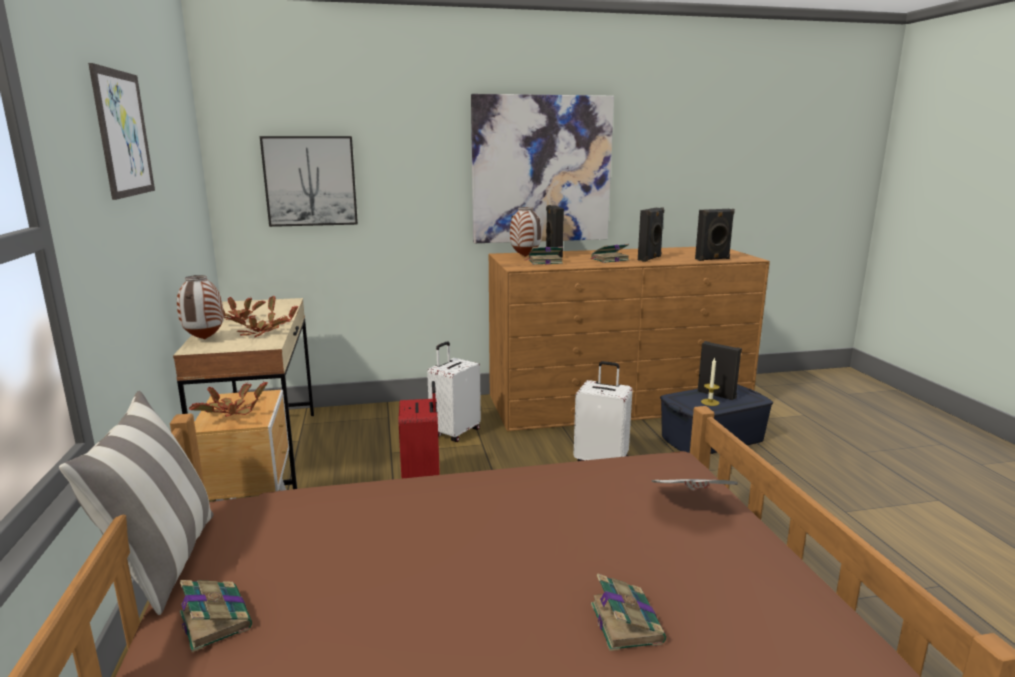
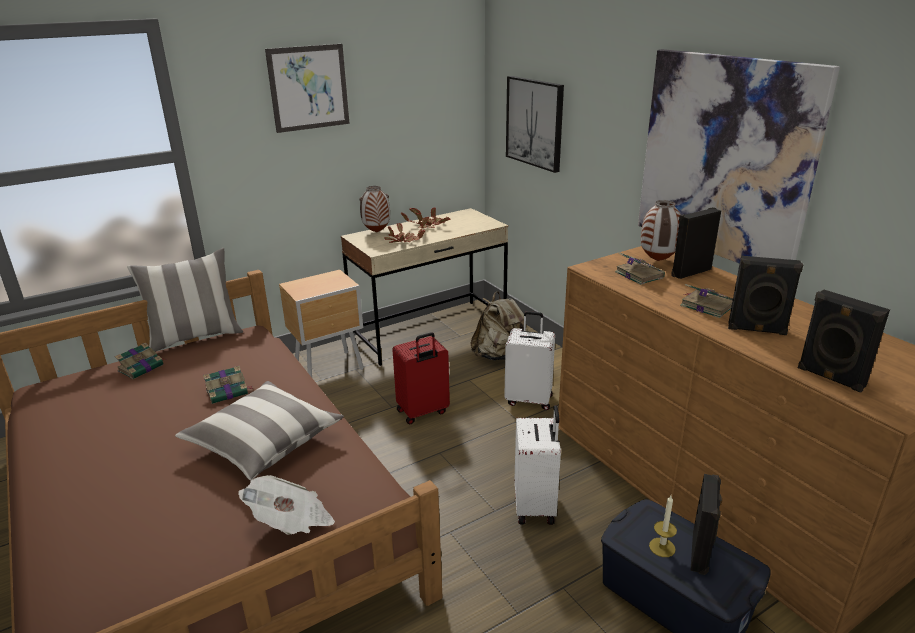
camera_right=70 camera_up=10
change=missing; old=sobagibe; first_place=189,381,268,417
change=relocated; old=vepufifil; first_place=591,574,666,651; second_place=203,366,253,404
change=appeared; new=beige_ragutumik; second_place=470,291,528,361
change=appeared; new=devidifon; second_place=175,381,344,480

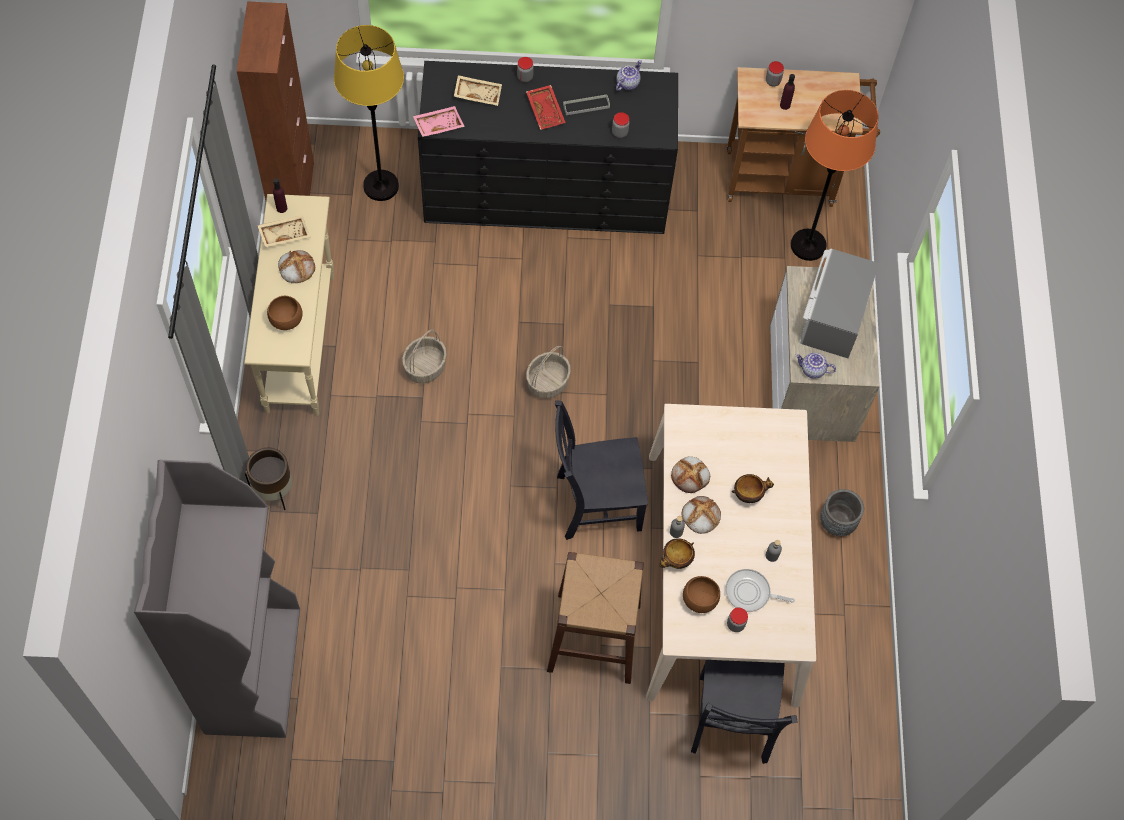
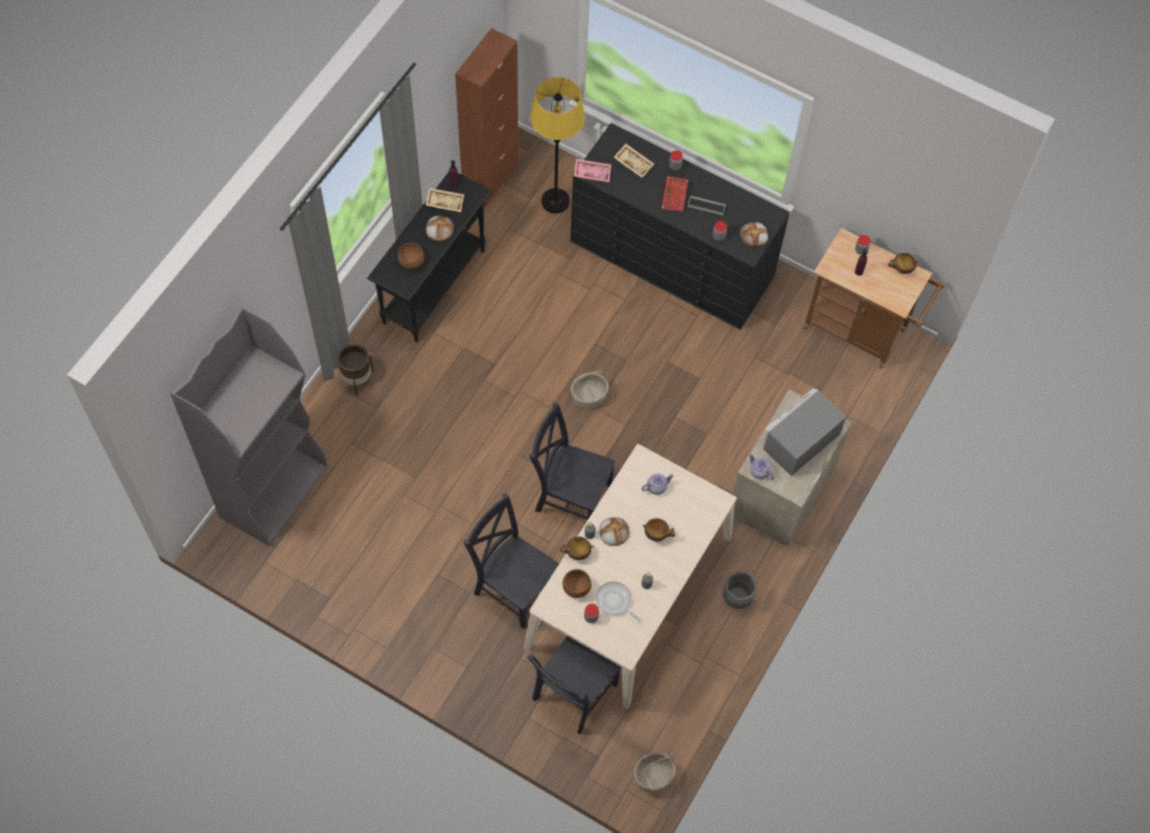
camera_right=30 camera_up=0
change=relocated; old=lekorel; first_place=616,60,642,91; second_place=642,474,674,495
change=missing; old=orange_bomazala; first_place=791,90,879,261
change=colour; old=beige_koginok; new=black_koginok; first_place=244,194,334,416; second_place=367,172,492,342
change=relocated; old=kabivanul; first_place=402,329,447,384; second_place=634,752,676,793
change=relocated; old=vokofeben; first_place=671,457,710,493; second_place=740,222,768,247
change=exchanged; old=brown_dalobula; new=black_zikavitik; first_place=547,552,644,684; second_place=463,493,559,629
change=appeared; new=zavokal; second_place=888,253,919,274

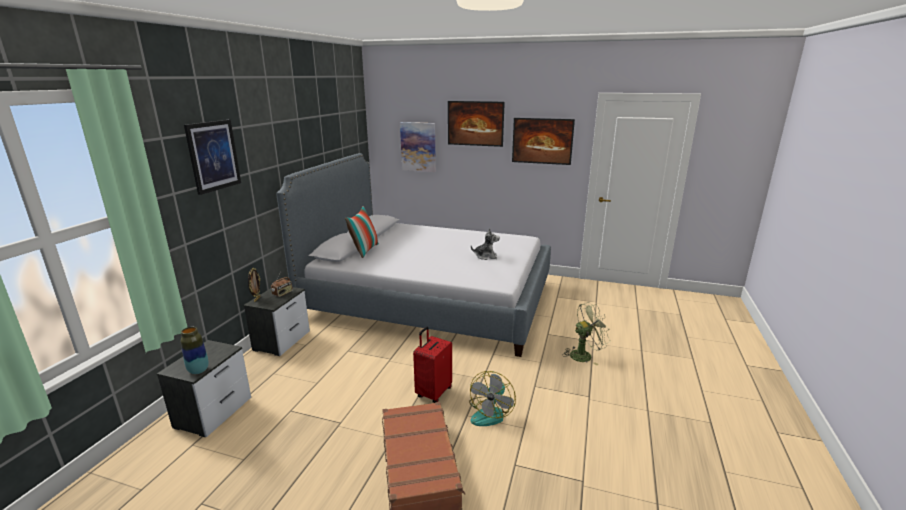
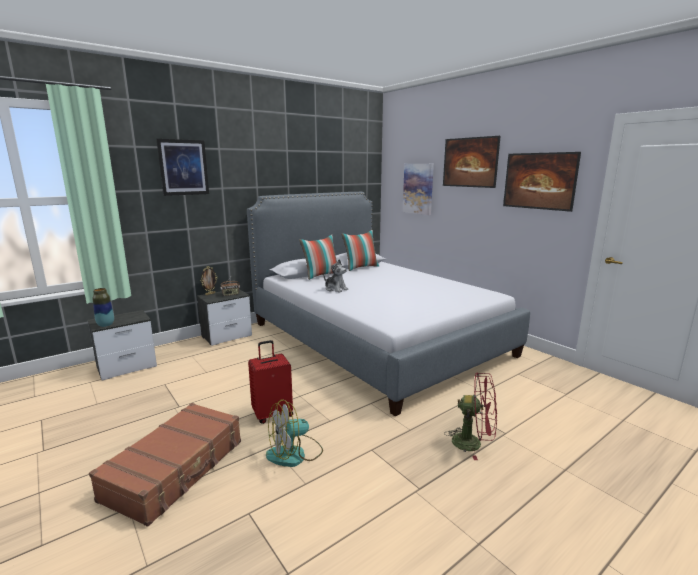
camera_right=35 camera_up=-5
change=relocated; old=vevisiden; first_place=471,228,500,260; second_place=324,259,348,293
change=colour; old=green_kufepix; new=red_kufepix; first_place=562,302,611,365; second_place=444,373,497,460
change=appeared; new=devidifon; second_place=341,230,379,271

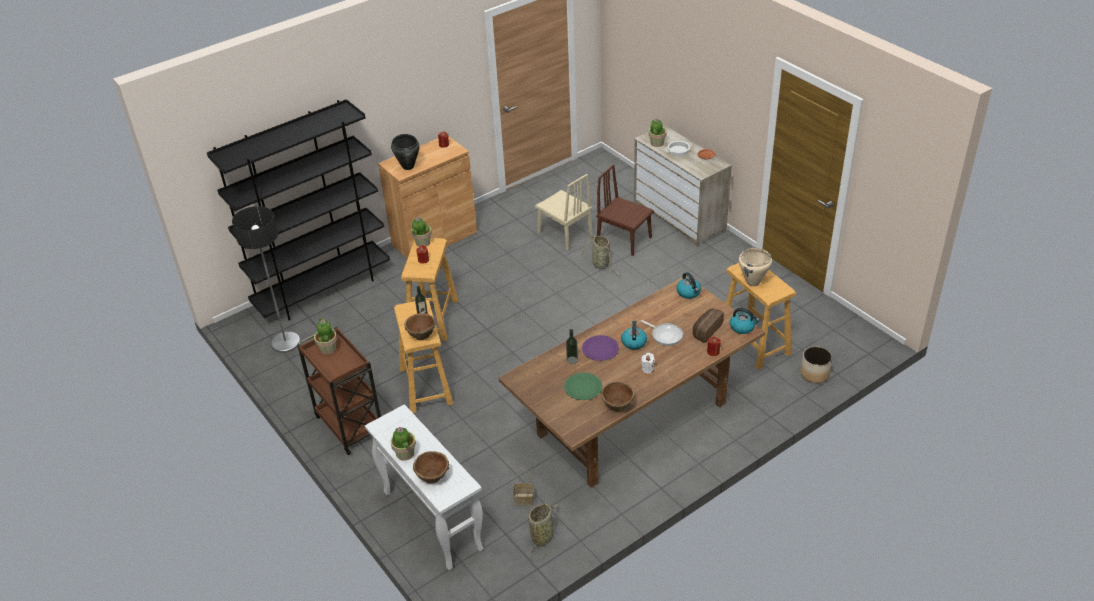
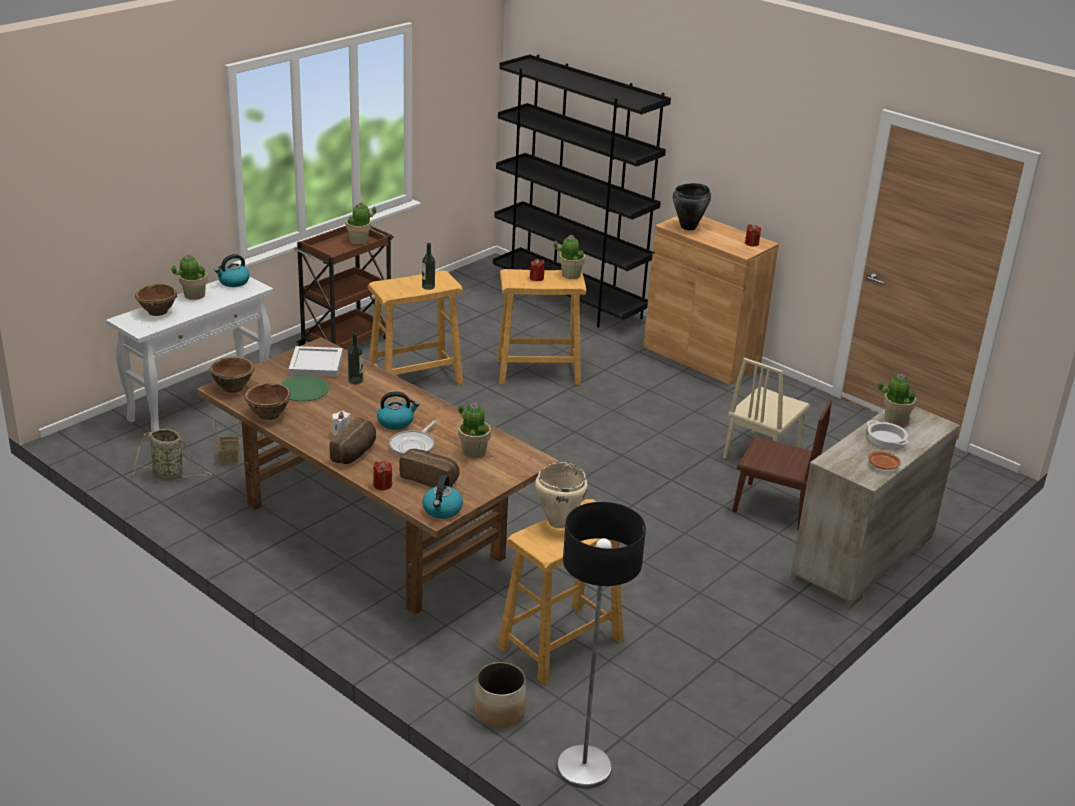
camera_right=75 camera_up=-10
change=spun; old=brown_zikavitik; first_place=596,164,654,256; second_place=732,400,832,530; degrees=90
change=relocated; old=bomazala; first_place=232,206,300,353; second_place=556,502,646,789
change=missing; old=kabivanul; first_place=580,235,619,275
change=relocated; old=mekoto; first_place=676,272,701,299; second_place=215,254,250,287
change=relocated; old=brown_zavokal; first_place=405,313,436,340; second_place=209,357,255,393
change=missing; old=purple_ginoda; first_place=582,335,619,361
change=appeared; new=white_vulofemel; second_place=289,346,343,377
change=appeared; new=sobagibe; second_place=458,402,491,458
change=appeared; new=vokofeben; second_place=330,417,376,464

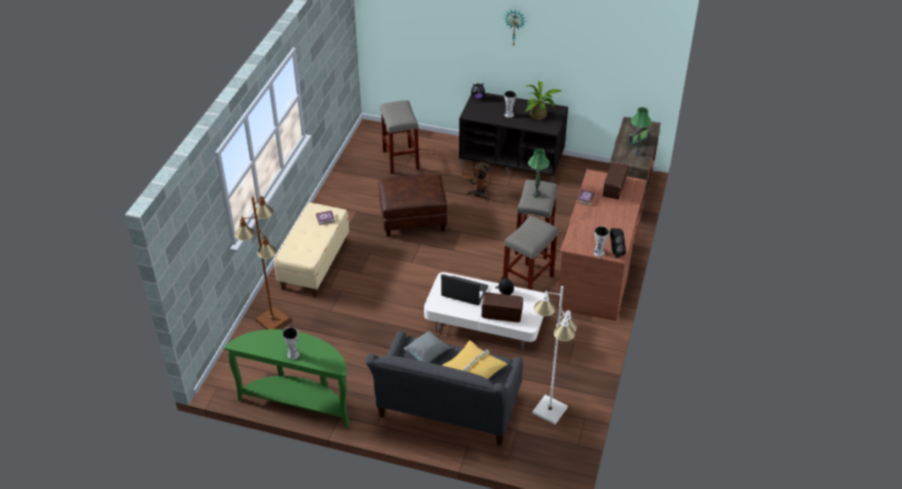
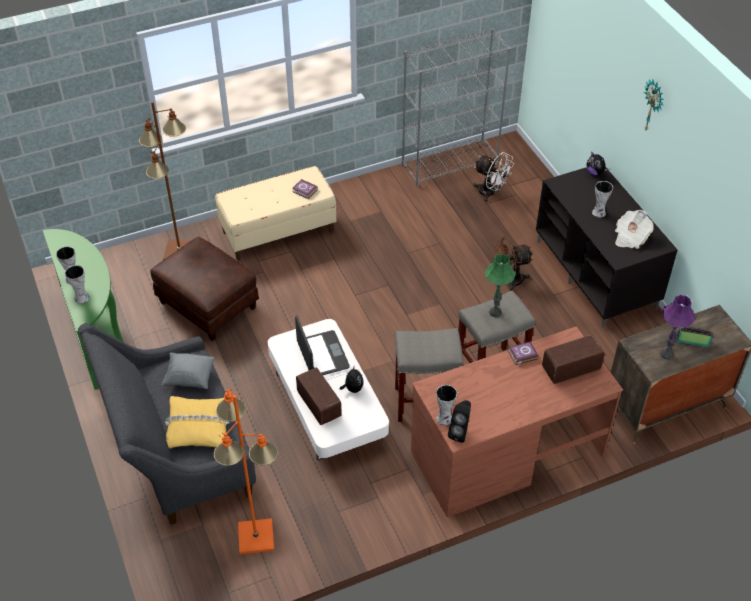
camera_right=50 camera_up=5
change=exchanged; old=sobagibe; new=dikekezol; first_place=525,82,561,120; second_place=615,210,654,249
change=exchanged; old=grey_dalobula; new=white_kufepix; first_place=380,100,419,174; second_place=473,152,514,202
change=colour; old=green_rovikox; new=purple_rovikox; first_place=631,107,652,156; second_place=660,295,695,359
change=relocated; old=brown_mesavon; first_place=378,174,447,237; second_place=150,237,259,341
change=colour; old=white_bomazala; new=orange_bomazala; first_place=532,286,577,424; second_place=214,388,278,554
change=appeared; new=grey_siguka; second_place=402,28,510,187
change=appeared; new=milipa; second_place=65,265,89,304

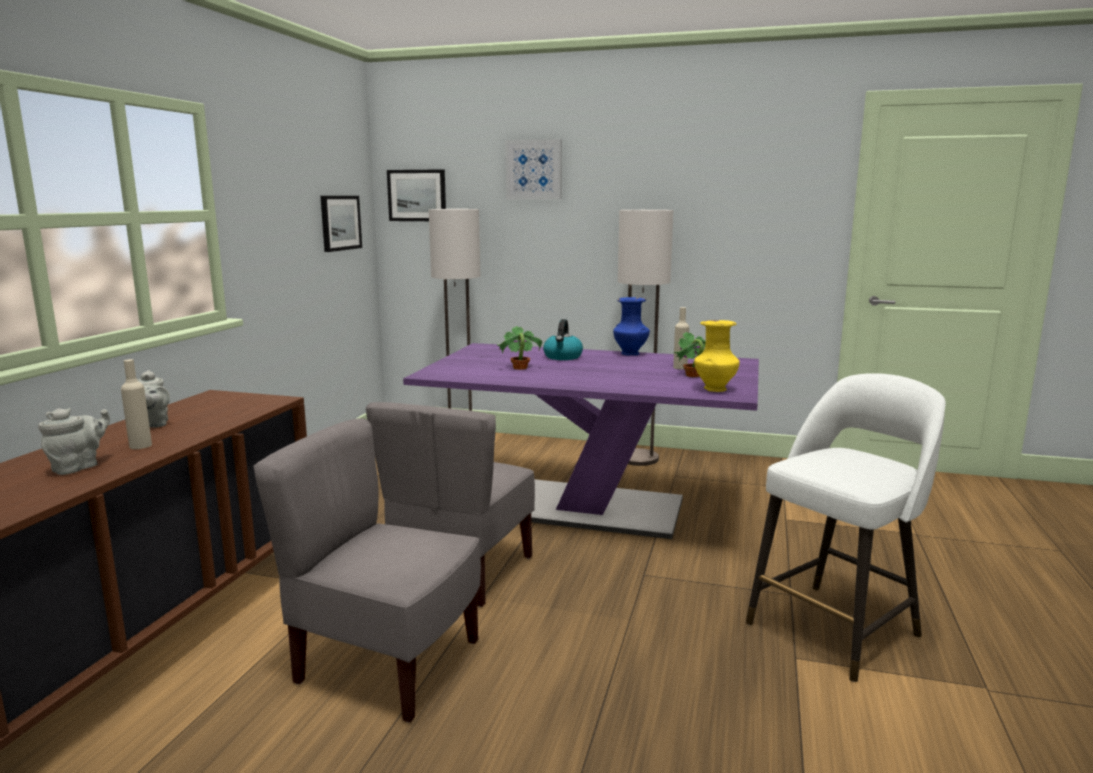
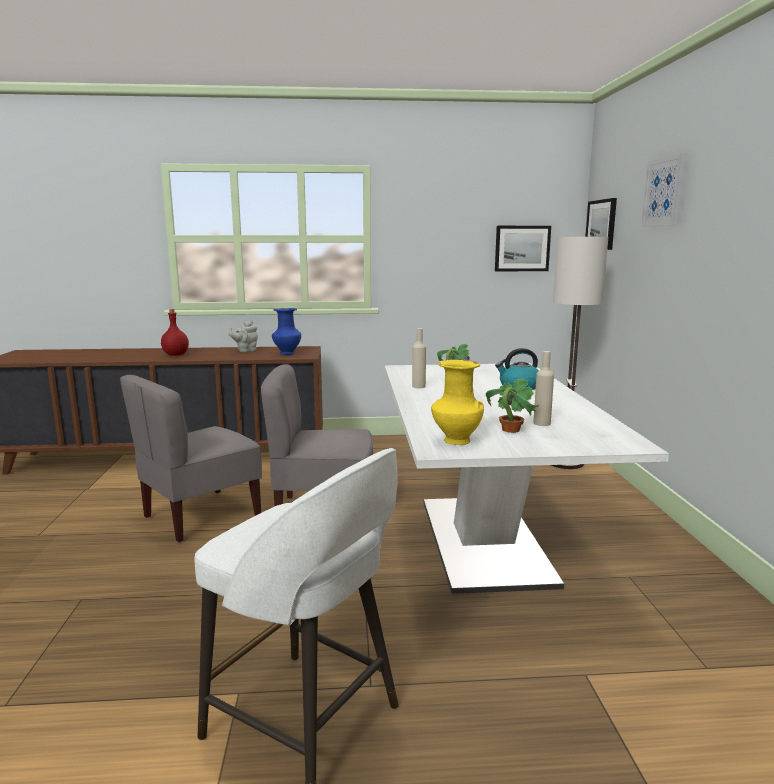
camera_right=70 camera_up=0
change=missing; old=bomazala; first_place=618,210,673,466
change=relocated; old=blue_milipa; first_place=613,297,650,356; second_place=272,308,301,355
change=colour; old=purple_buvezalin; new=white_buvezalin; first_place=403,343,759,539; second_place=385,363,669,594
change=relocated; old=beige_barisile; first_place=121,359,152,449; second_place=412,328,426,388
change=exchanged; old=grey_lekorel; new=red_barisile; first_place=38,408,110,475; second_place=161,309,189,356
change=spun; old=grey_zikavitik; first_place=253,418,481,723; second_place=120,375,262,543; degrees=-135

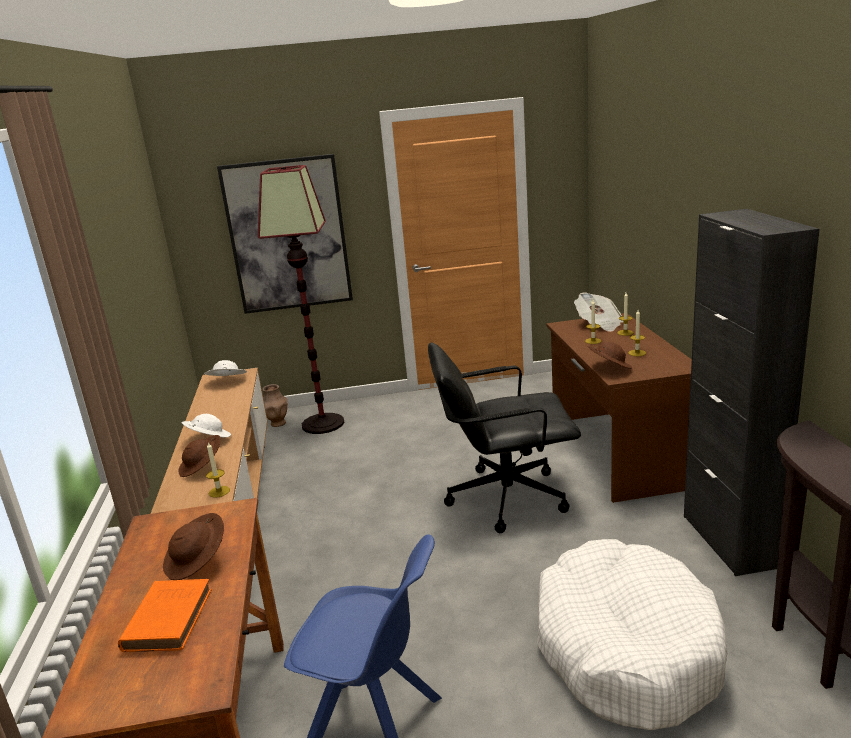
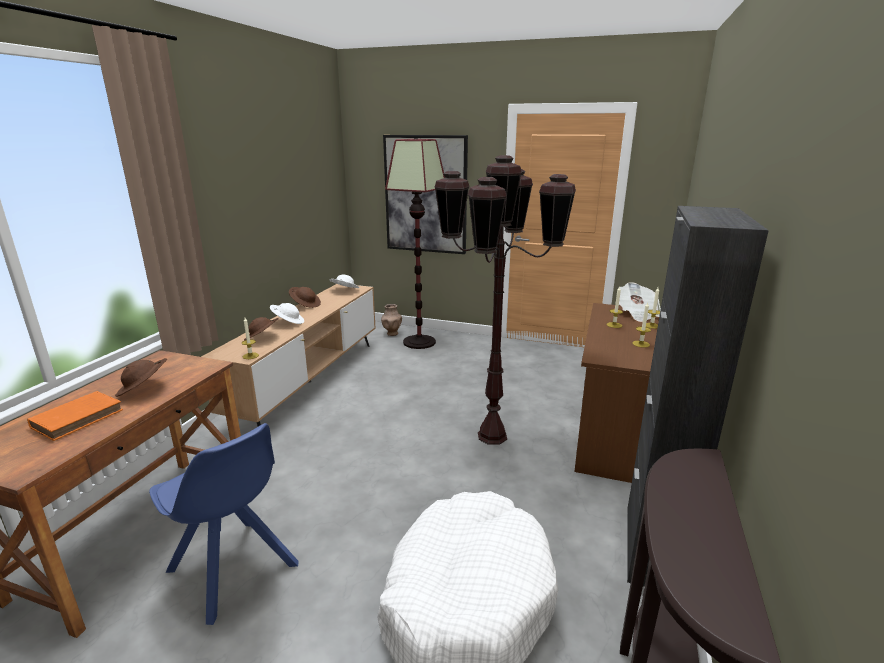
camera_right=25 camera_up=0
change=relocated; old=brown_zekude; first_place=587,342,632,369; second_place=289,287,321,308
change=exchanged; old=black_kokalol; new=brown_bomazala; first_place=428,343,581,533; second_place=434,155,576,445

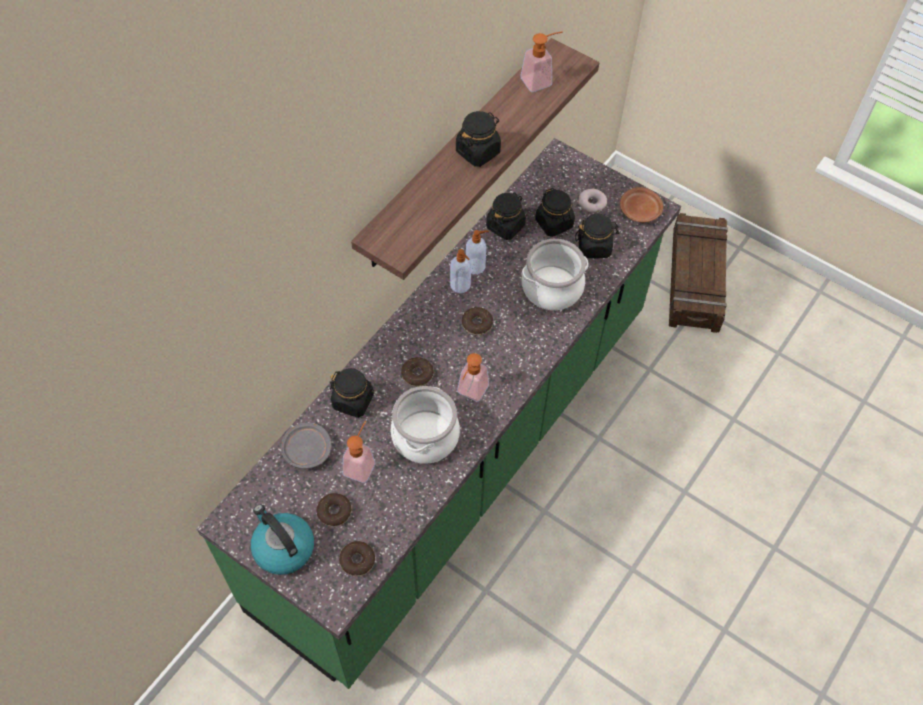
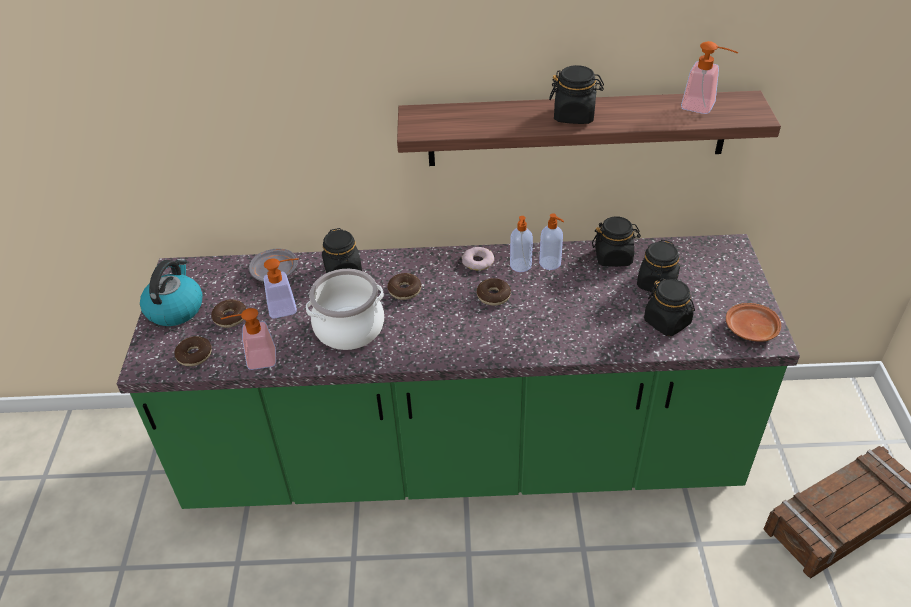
camera_right=55 camera_up=-15
change=relocated; old=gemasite; first_place=578,189,607,213; second_place=462,247,494,270
change=missing; old=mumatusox; first_place=522,239,588,310
change=relocated; old=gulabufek; first_place=457,353,489,402; second_place=221,308,276,370

